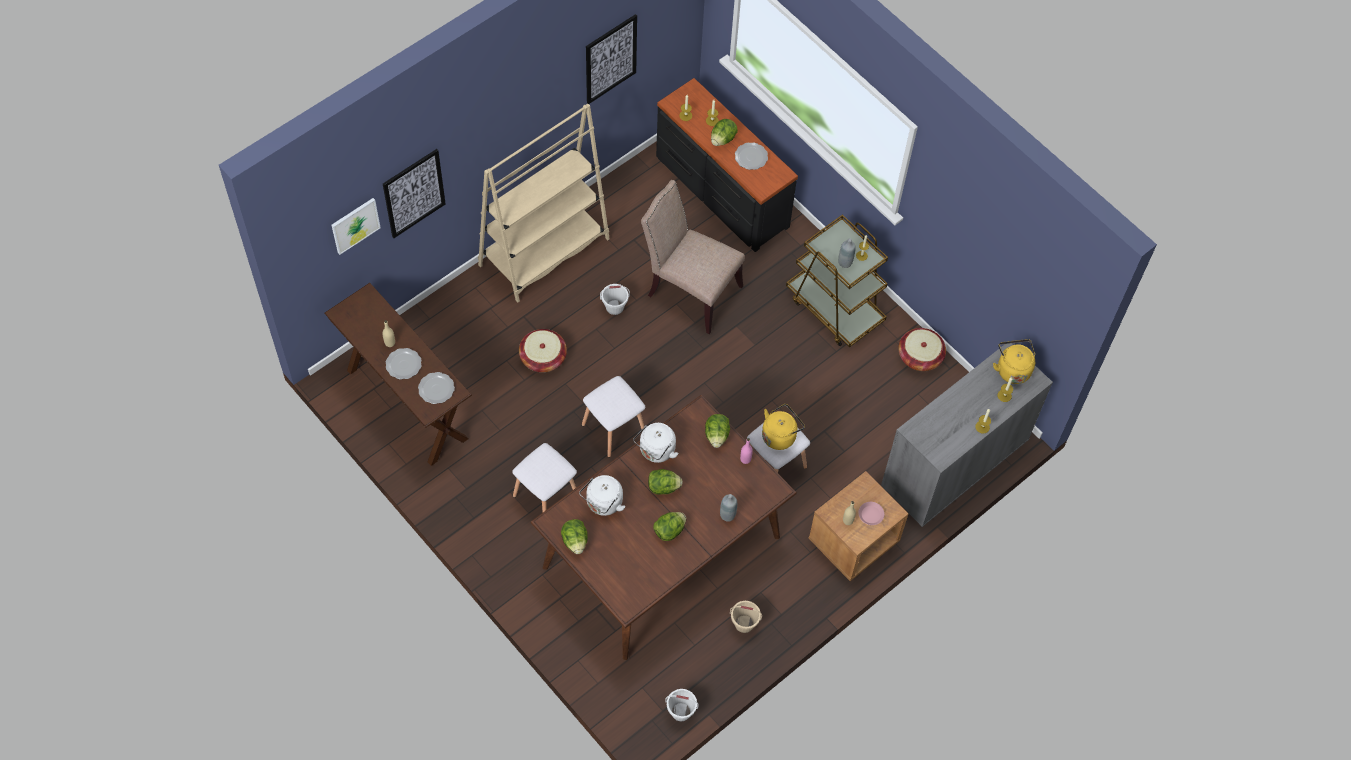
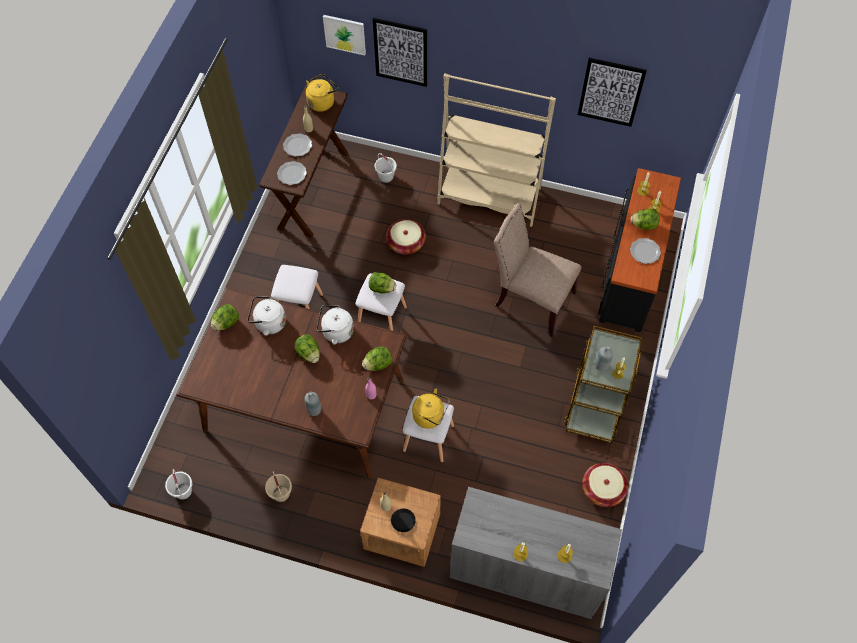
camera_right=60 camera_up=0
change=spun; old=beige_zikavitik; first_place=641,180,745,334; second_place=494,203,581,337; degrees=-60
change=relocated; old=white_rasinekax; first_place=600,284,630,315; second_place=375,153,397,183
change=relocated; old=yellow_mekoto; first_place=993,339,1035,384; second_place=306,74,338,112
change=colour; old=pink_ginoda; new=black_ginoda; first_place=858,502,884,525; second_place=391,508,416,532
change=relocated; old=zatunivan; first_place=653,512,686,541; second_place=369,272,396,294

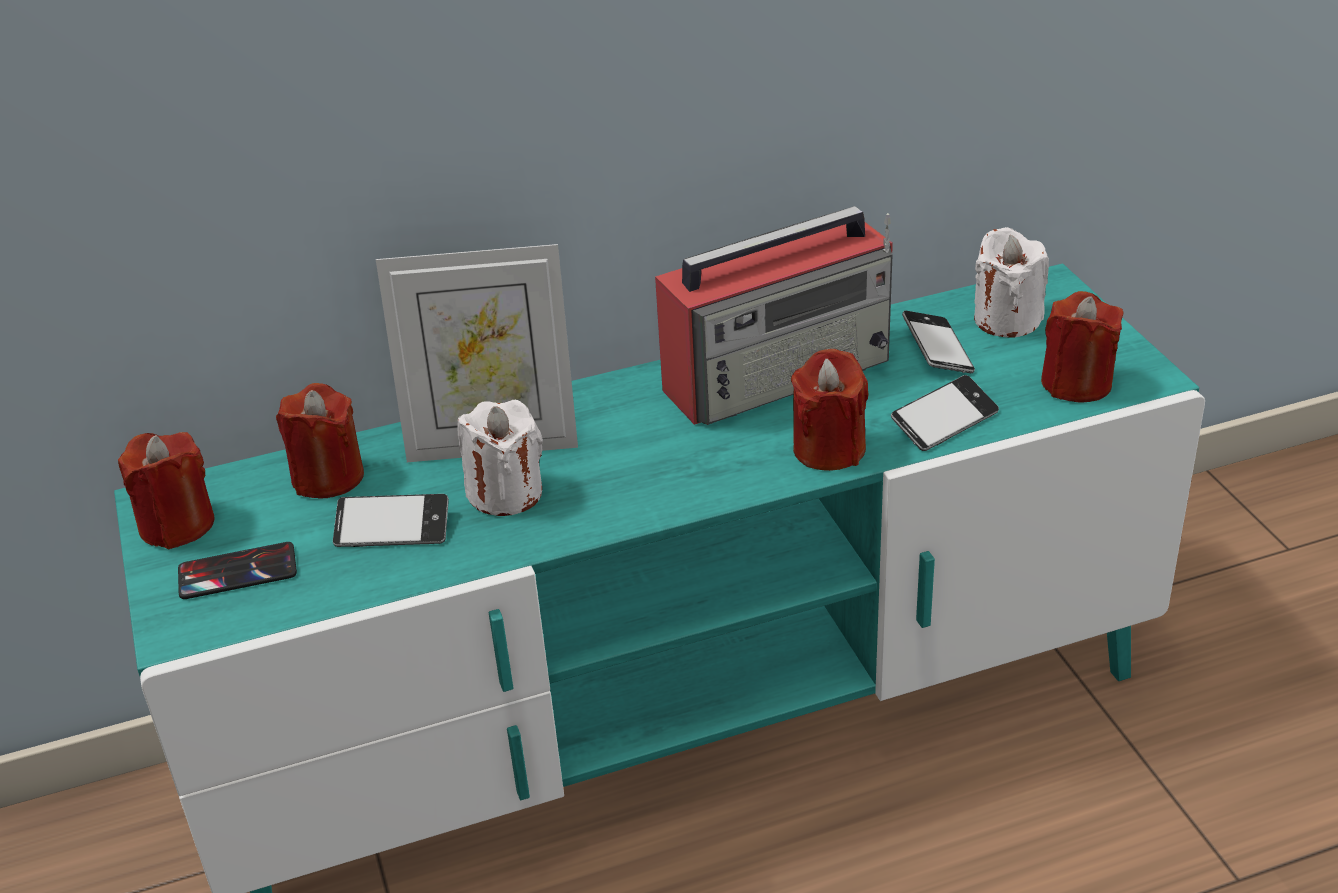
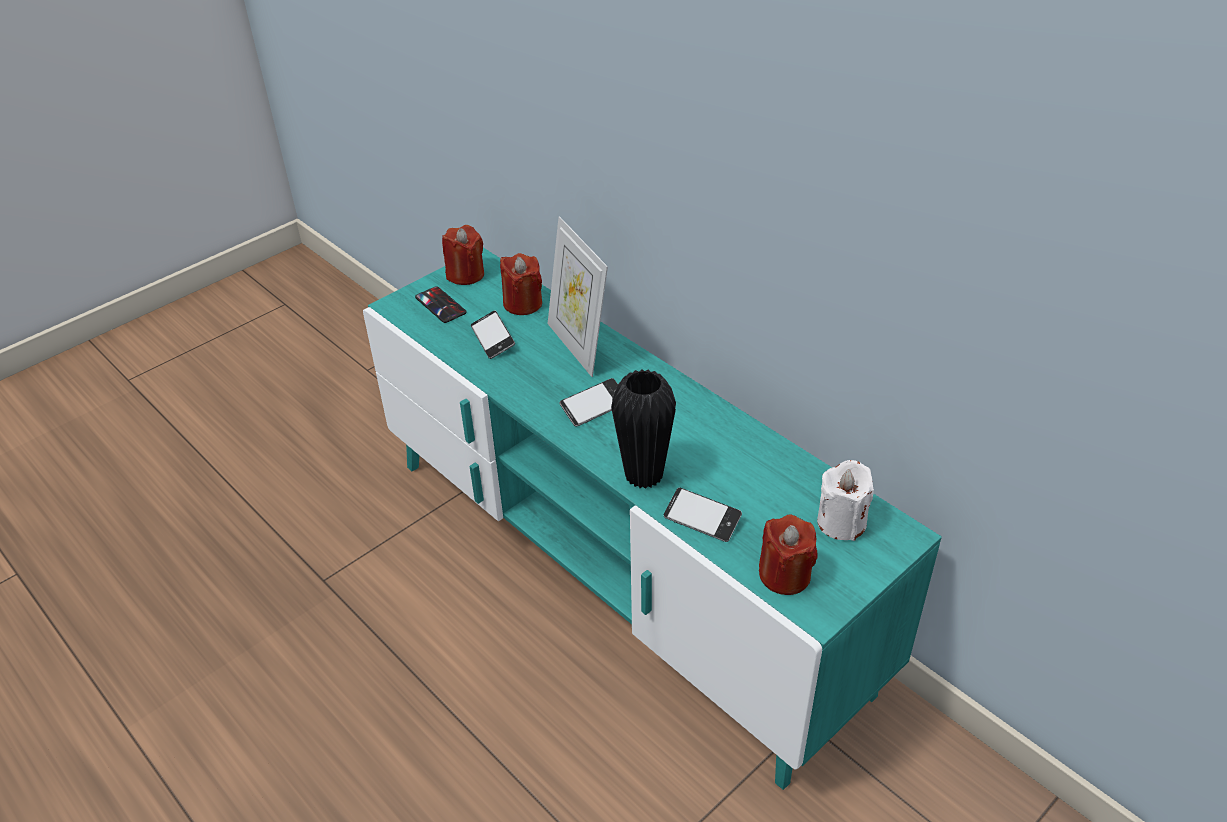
camera_right=65 camera_up=5
change=missing; old=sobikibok; first_place=655,206,893,425
change=relocated; old=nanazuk; first_place=902,310,975,373; second_place=560,378,618,427
change=exchanged; old=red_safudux; new=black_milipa; first_place=791,349,869,471; second_place=611,369,676,489
change=missing; old=white_safudux; first_place=457,400,543,516

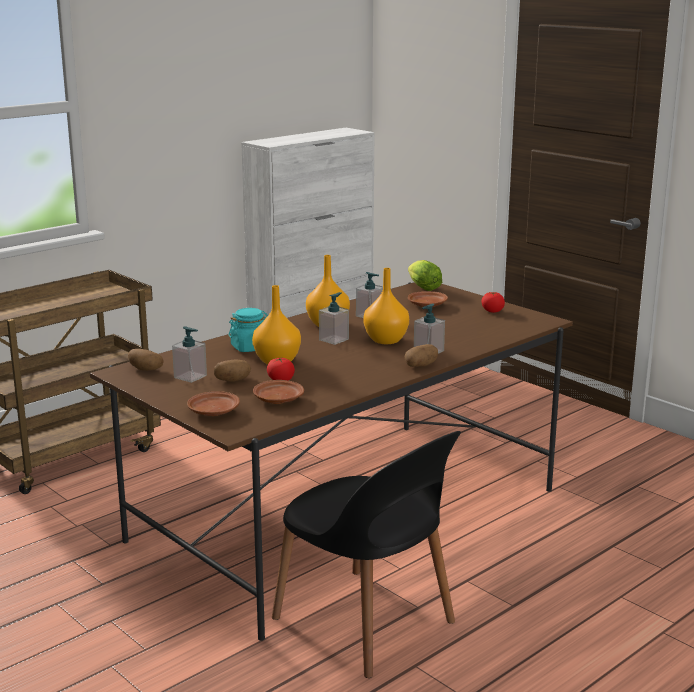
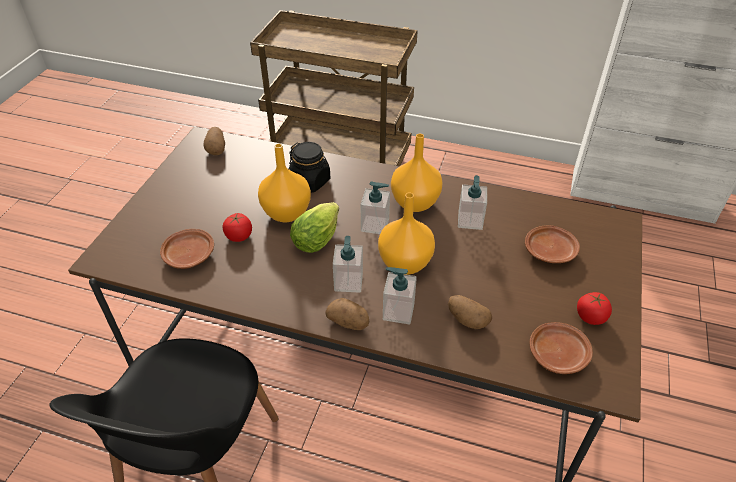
camera_right=60 camera_up=25
change=relocated; old=zatunivan; first_place=408,260,442,291; second_place=290,202,339,253
change=colour; old=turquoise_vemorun; new=black_vemorun; first_place=229,308,268,352; second_place=289,142,330,193
change=relocated; old=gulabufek; first_place=172,326,207,383; second_place=333,236,363,293
change=relocated; old=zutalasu; first_place=214,359,251,381; second_place=448,295,492,329
change=relocated; old=brown_ginoda; first_place=187,391,240,416; second_place=530,322,593,374

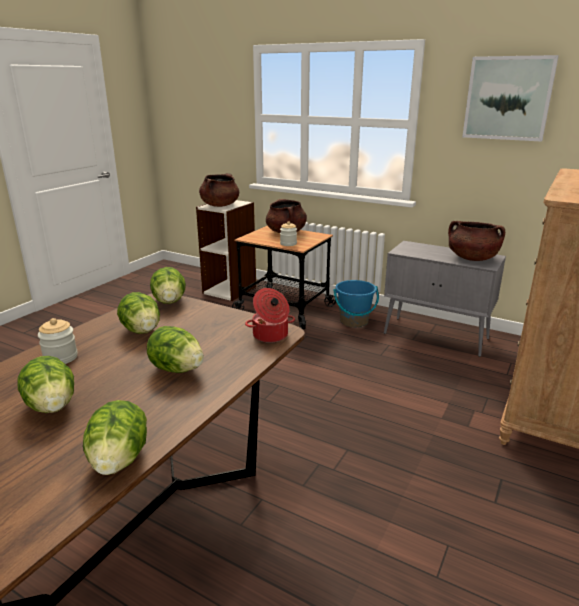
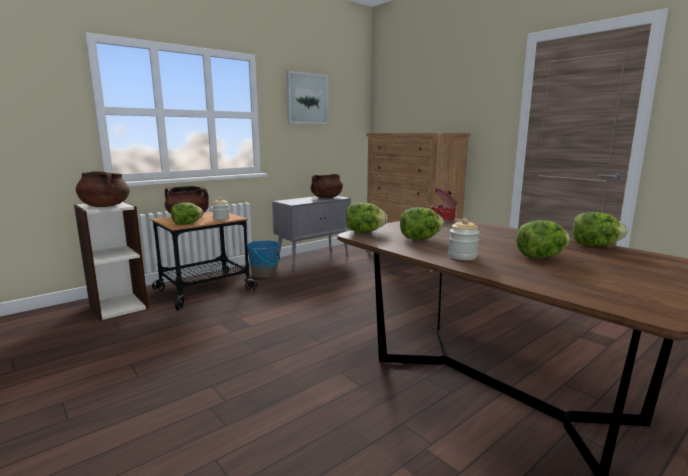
camera_right=-70 camera_up=-10
change=relocated; old=zatunivan; first_place=147,326,204,373; second_place=171,202,203,225

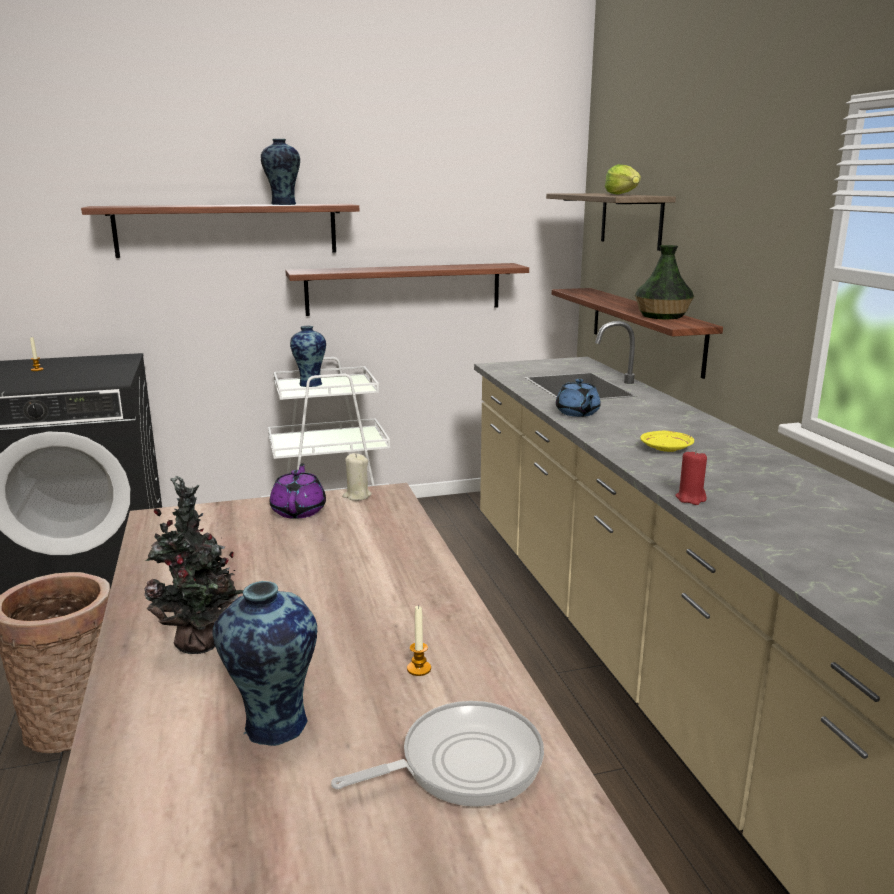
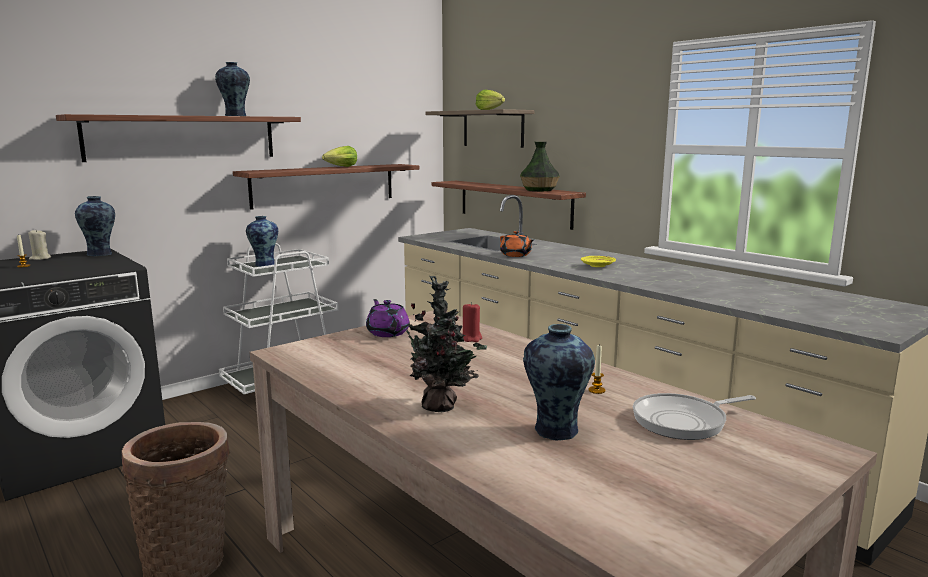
camera_right=-25 camera_up=-5
change=colour; old=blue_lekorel; new=orange_lekorel; first_place=556,379,601,417; second_place=500,231,534,257
change=relocated; old=red_safudux; first_place=676,450,707,505; second_place=463,302,482,342
change=relocated; old=beige_safudux; first_place=342,453,372,501; second_place=28,230,51,260
change=spun; old=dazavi; first_place=331,701,544,807; second_place=633,393,756,440; degrees=-150
change=appeared; new=zatunivan; second_place=322,146,357,167
change=appeared; new=milipa; second_place=75,196,115,256

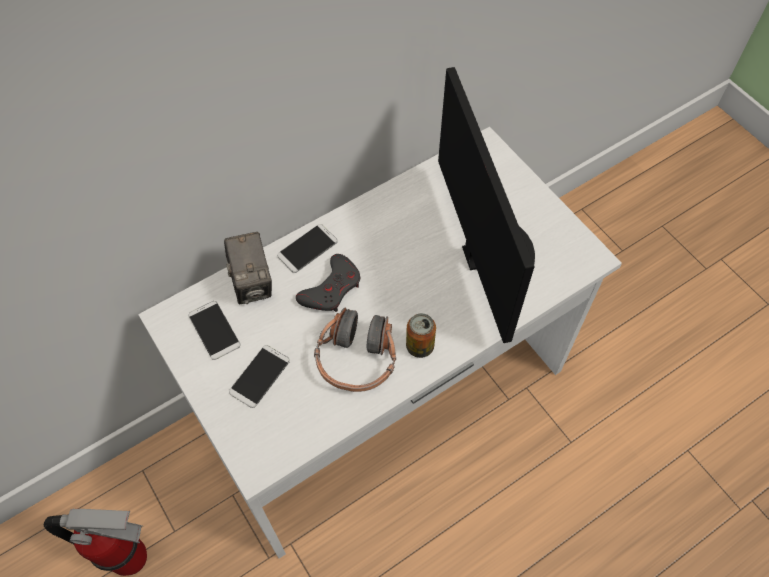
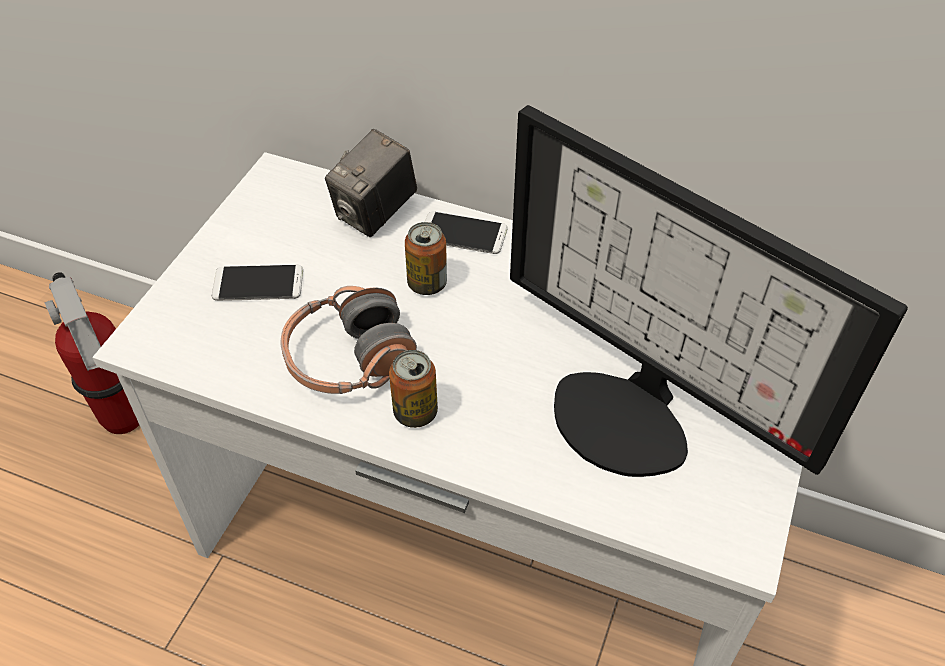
camera_right=55 camera_up=-10
change=spun; old=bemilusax; first_place=438,67,535,343; second_place=510,105,908,477; degrees=90
change=exchanged; old=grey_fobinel; new=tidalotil; first_place=296,254,361,312; second_place=405,222,447,295
change=missing; old=nanazuk; first_place=189,301,240,360

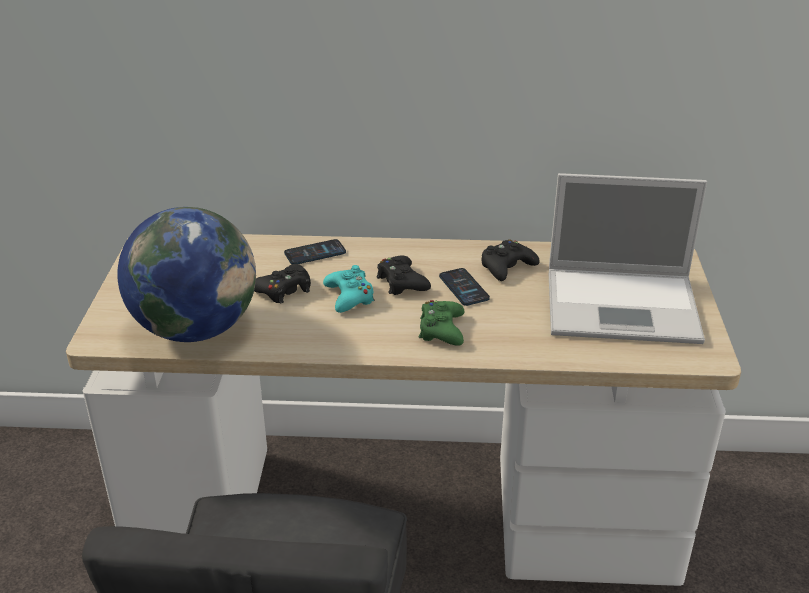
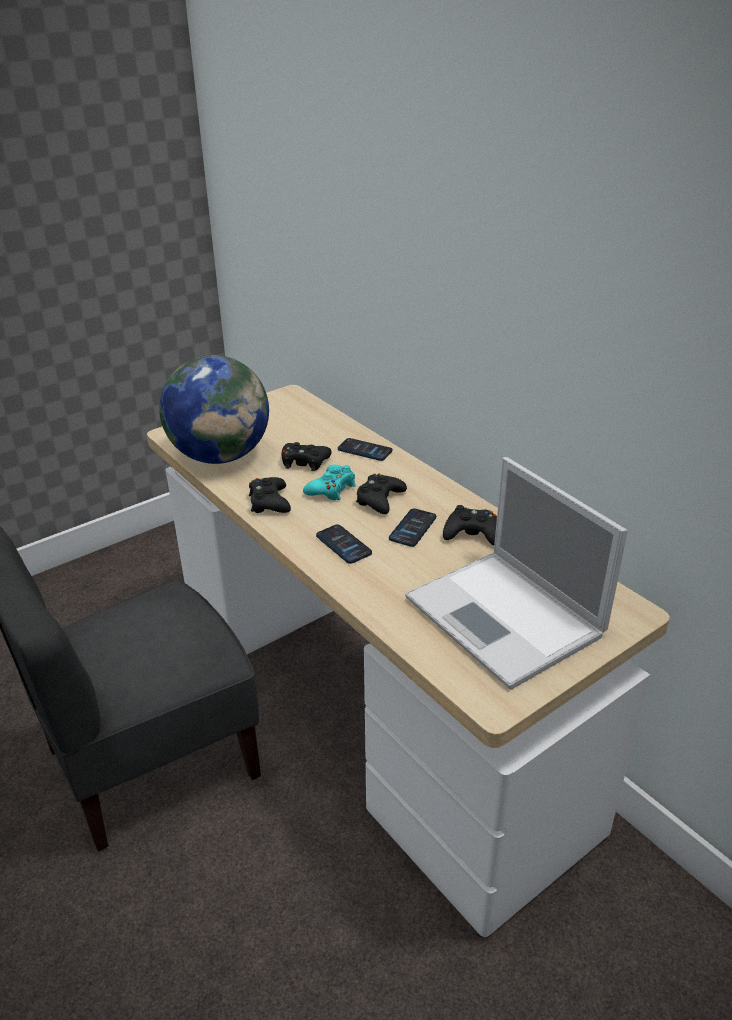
camera_right=50 camera_up=0
change=exchanged; old=green_fobinel; new=nanazuk; first_place=419,300,464,346; second_place=316,524,372,564
change=appeared; new=black_fobinel; second_place=249,477,291,513

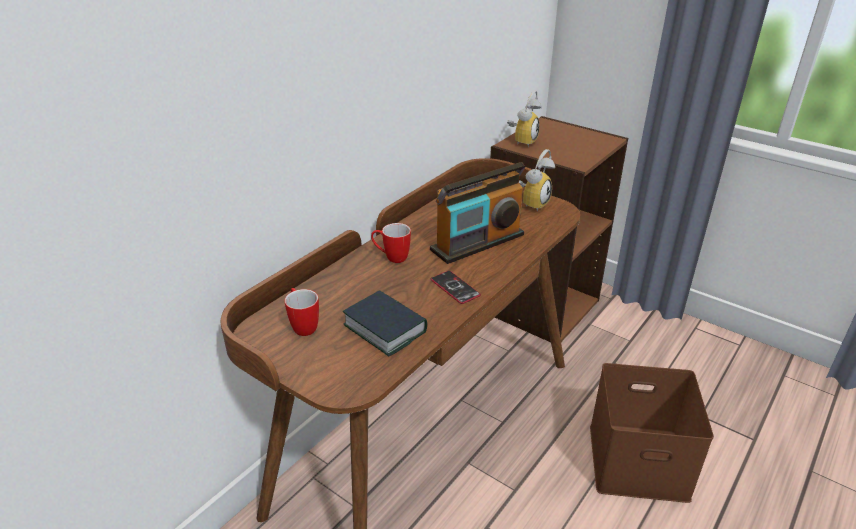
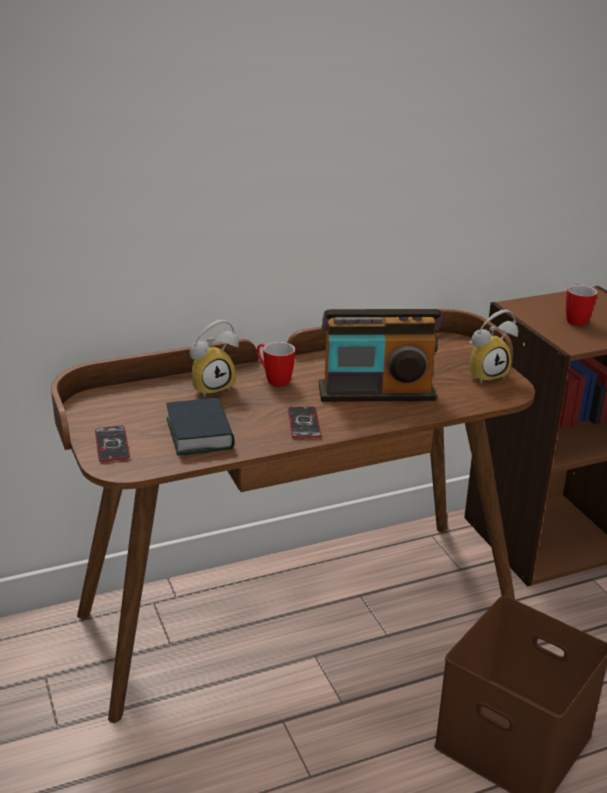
camera_right=30 camera_up=-5
change=relocated; old=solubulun; first_place=507,91,542,148; second_place=190,320,239,397
change=relocated; old=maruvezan; first_place=284,288,319,336; second_place=566,284,598,326
change=appeared; new=nanazuk; second_place=95,426,130,462

